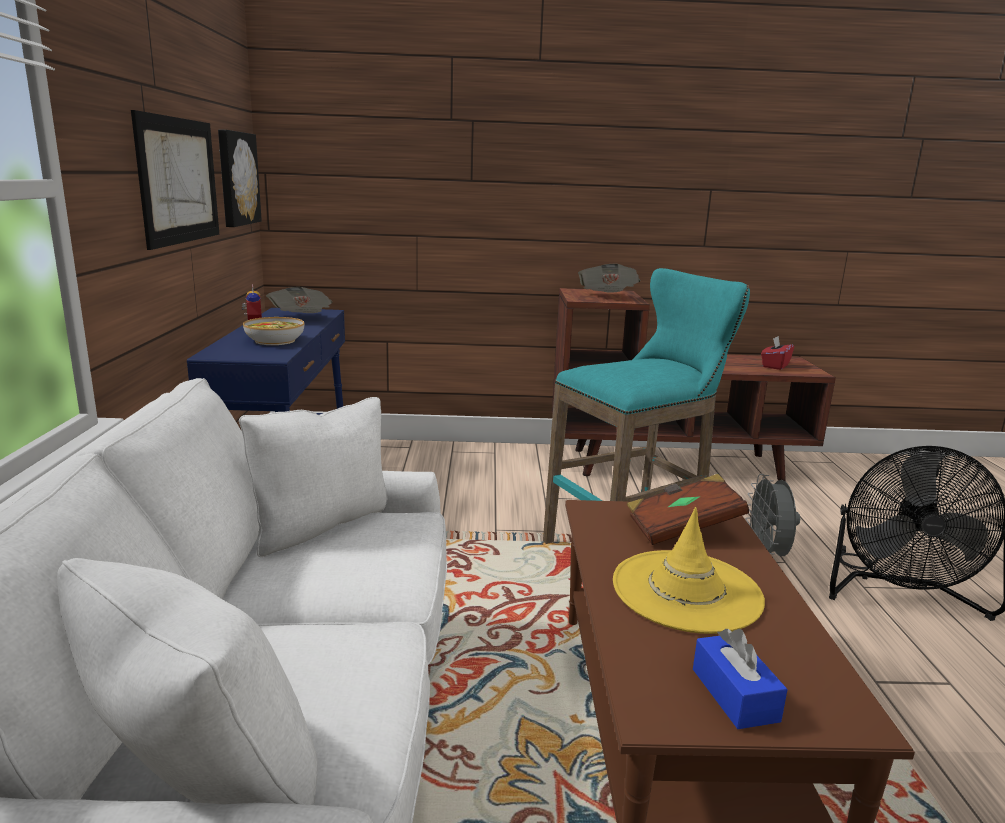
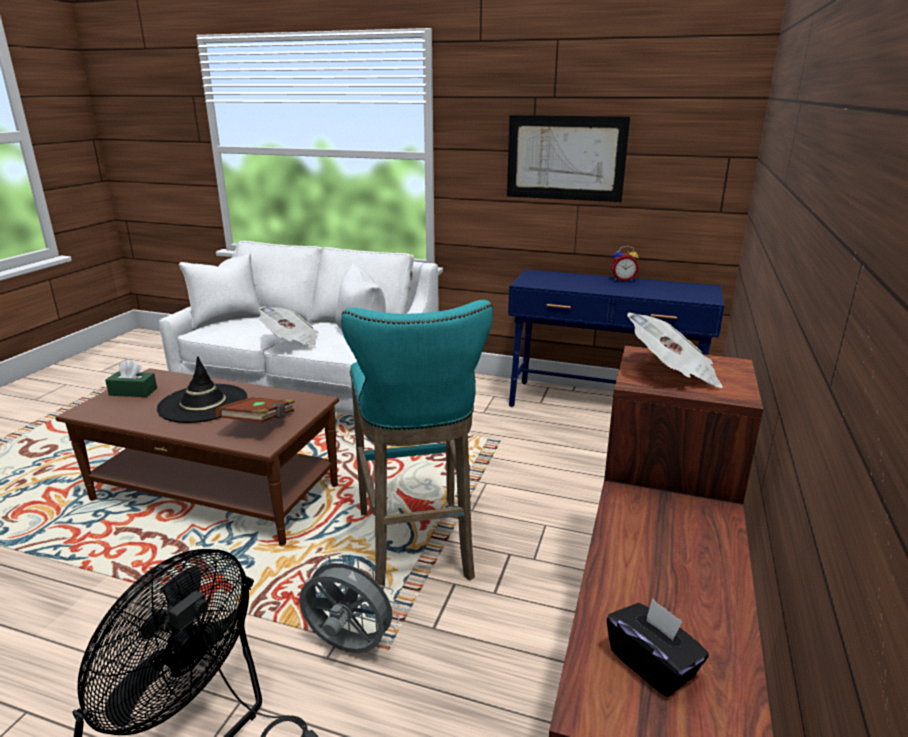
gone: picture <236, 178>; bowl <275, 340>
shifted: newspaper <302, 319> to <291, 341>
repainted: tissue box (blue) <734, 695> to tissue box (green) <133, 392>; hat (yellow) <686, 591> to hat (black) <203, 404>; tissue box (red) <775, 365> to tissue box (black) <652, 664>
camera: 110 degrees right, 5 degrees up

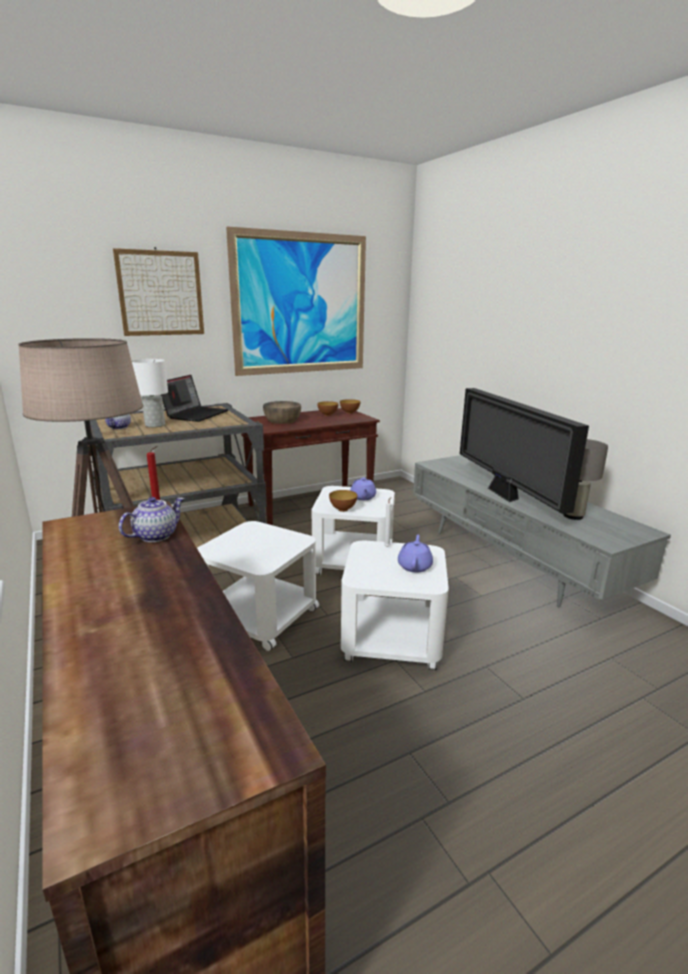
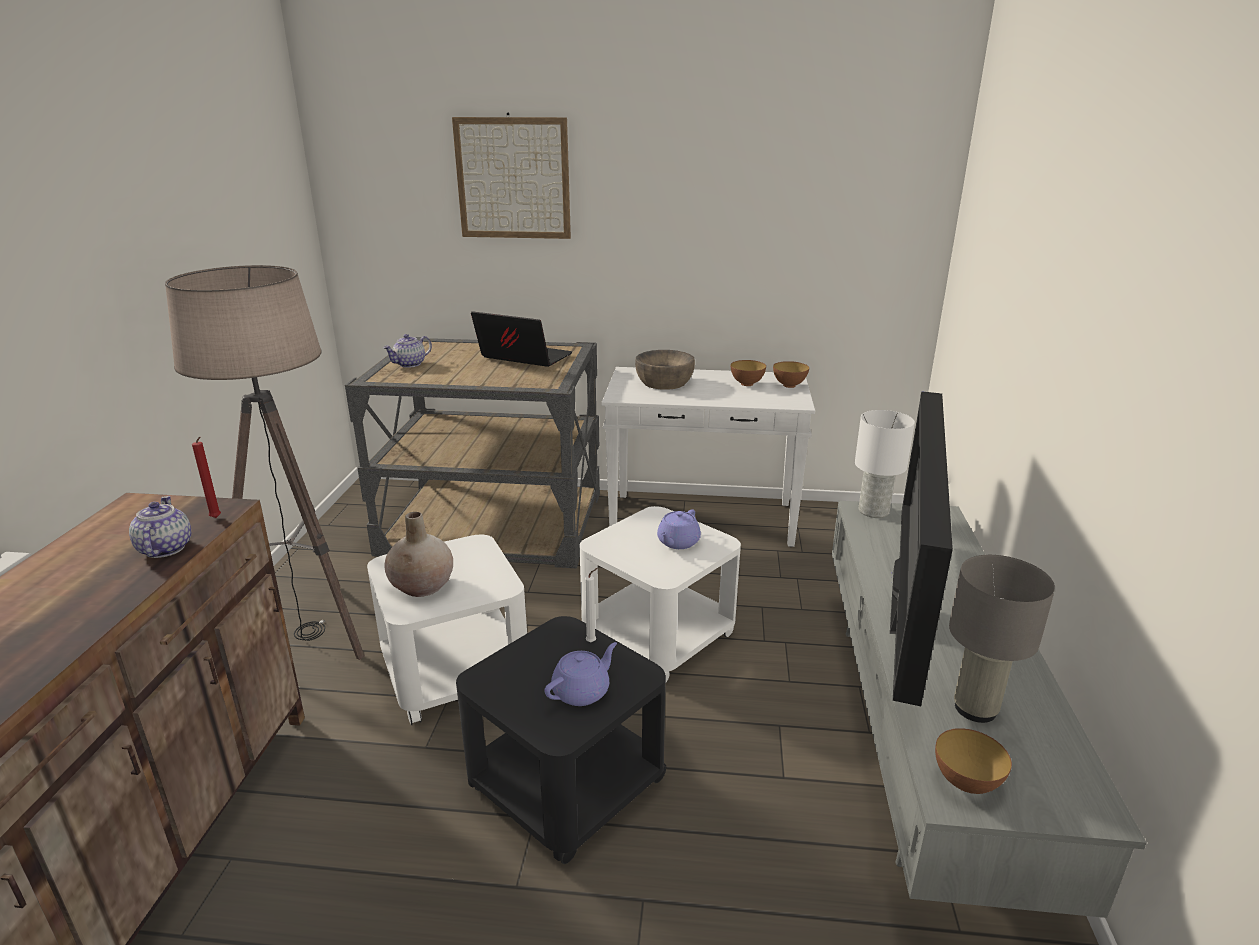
gone: picture <301, 304>
new: vase (beige) <422, 586>
shifted: table lamp (white) <155, 425> to <874, 511>; bowl <343, 509> to <966, 783>
repainted: side table (white) <392, 639> to side table (black) <566, 784>; console table (brown) <311, 505> to console table (white) <704, 520>
rotated: teapot <155, 535> = <164, 548> 90 degrees counterclockwise; laptop <195, 414> = <522, 358> 120 degrees counterclockwise
camera: 35 degrees right, 5 degrees up

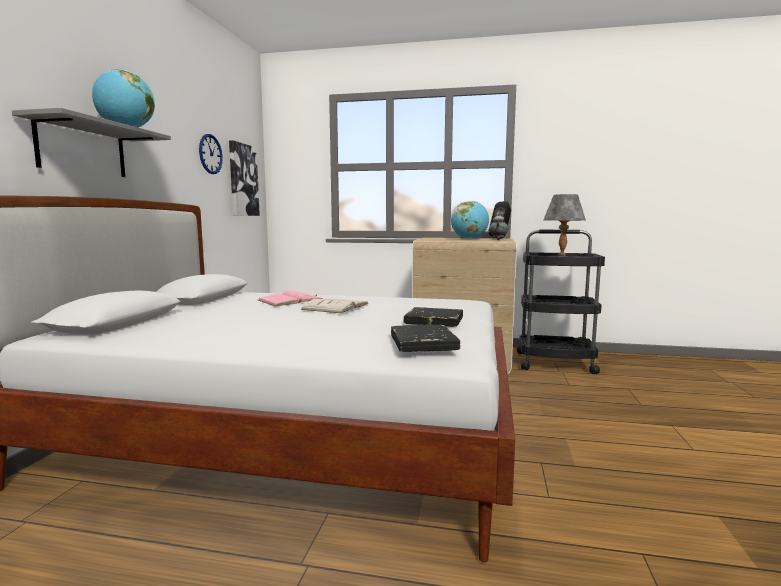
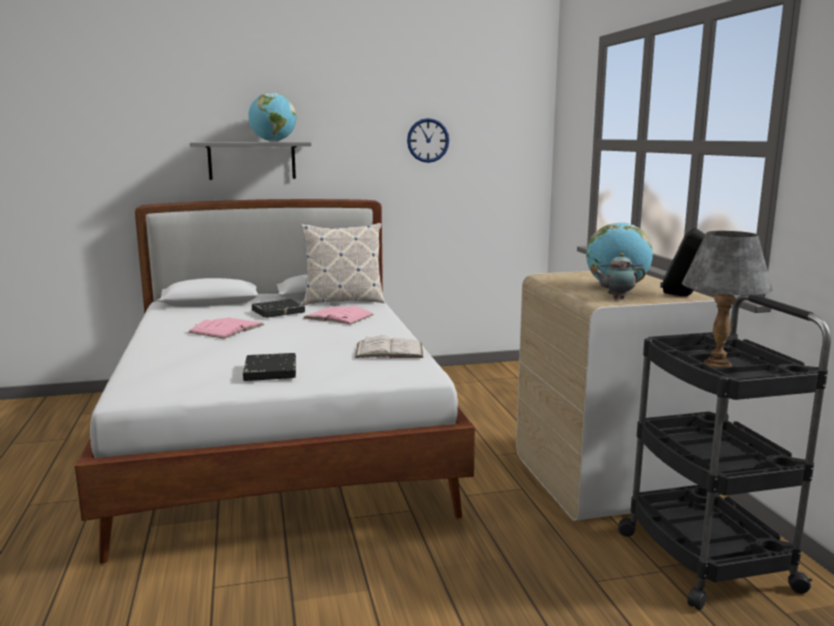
gone: picture <243, 180>
new: book (pink) <226, 328>; pillow <343, 301>
shifted: book (black) <423, 344> to <278, 312>; book (white) <335, 306> to <389, 350>
camera: 65 degrees right, 5 degrees up

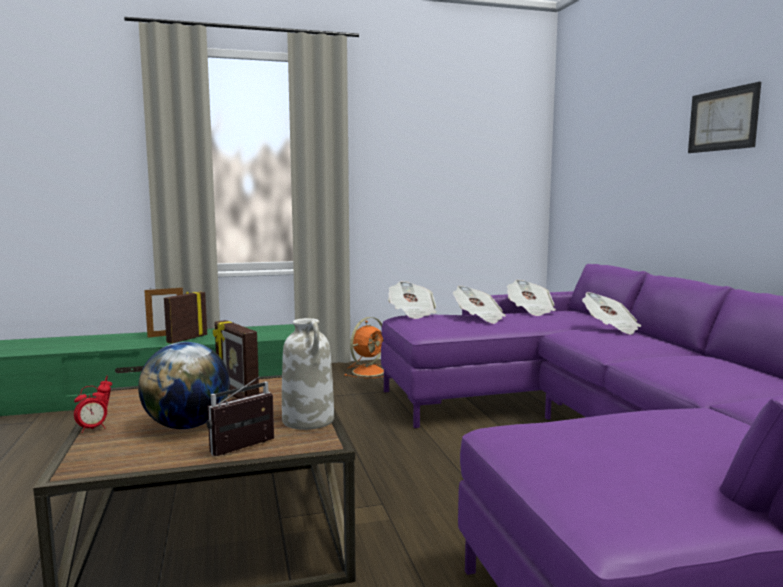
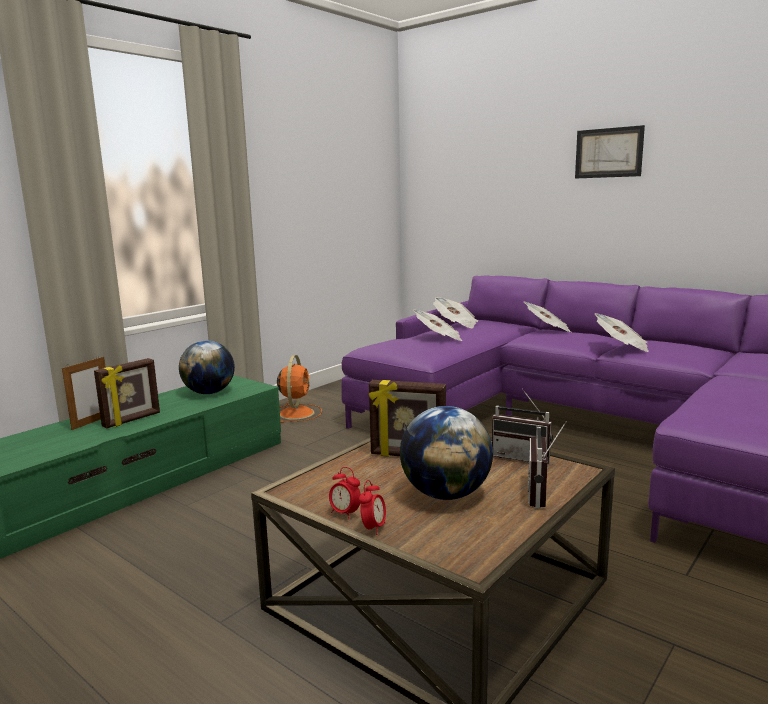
new: globe <209, 392>
shifted: newspaper <412, 313> to <622, 347>
swapped: vase (white) <309, 420> to radio <523, 457>
rotated: picture frame <186, 339> = <132, 420> 135 degrees counterclockwise
camera: 35 degrees left, 5 degrees up

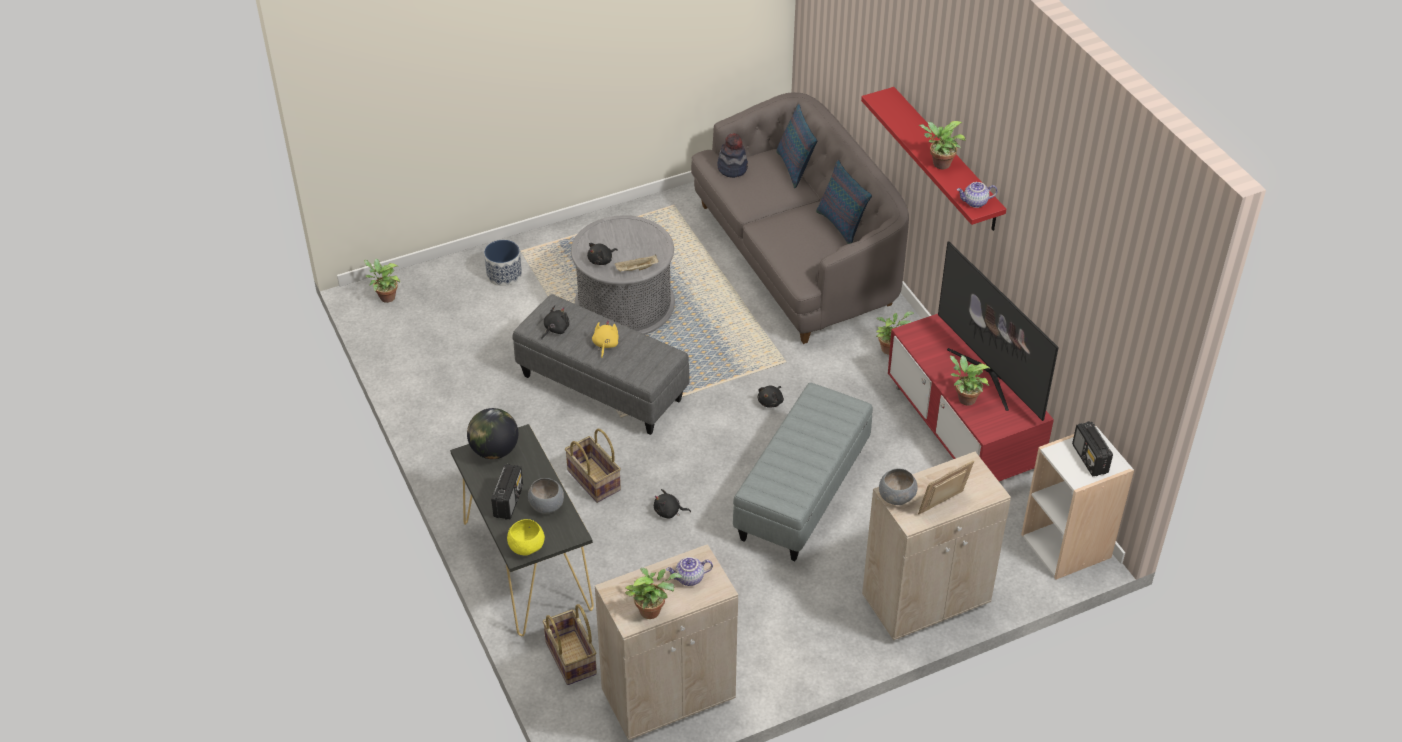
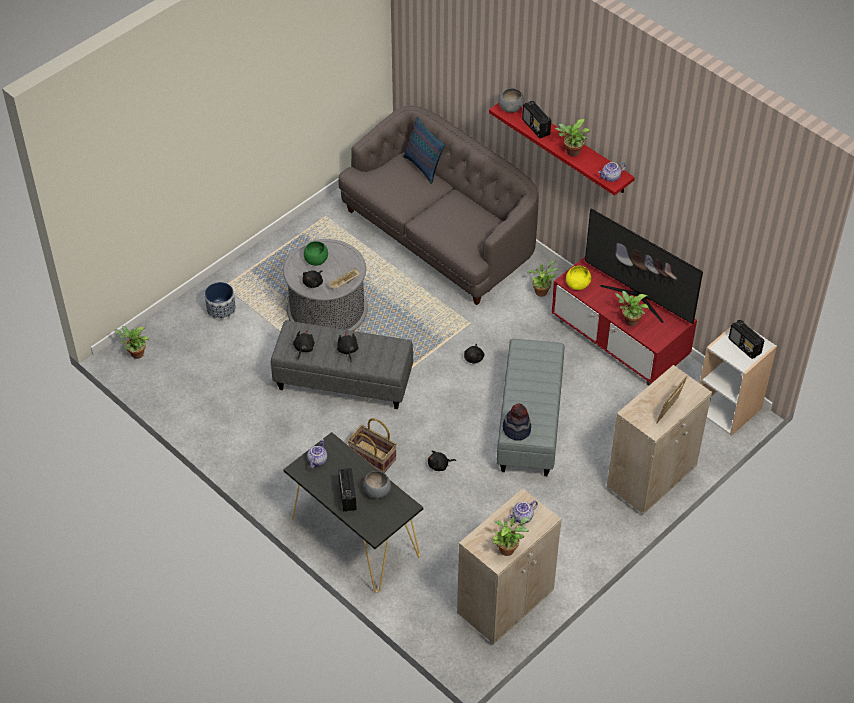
gone: basket <572, 658>; pillow (blue) <841, 226>
new: bowl (green) <316, 260>; radio <536, 127>
shifted: bowl (grey) <896, 496> to <510, 108>; hat <732, 168> to <516, 429>; bowl (yellow) <526, 546> to <577, 284>
swapped: globe <494, 450> to teapot <317, 460>
repainted: plush toy (yellow) <605, 345> to plush toy (black) <347, 351>
camera: 20 degrees left, 5 degrees up

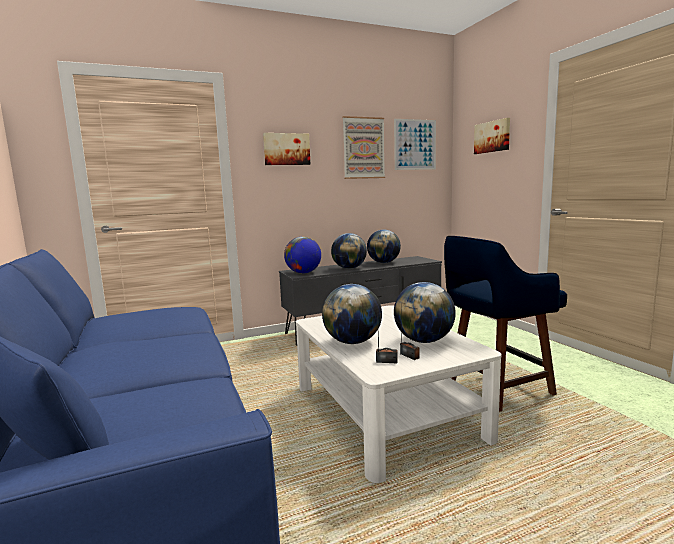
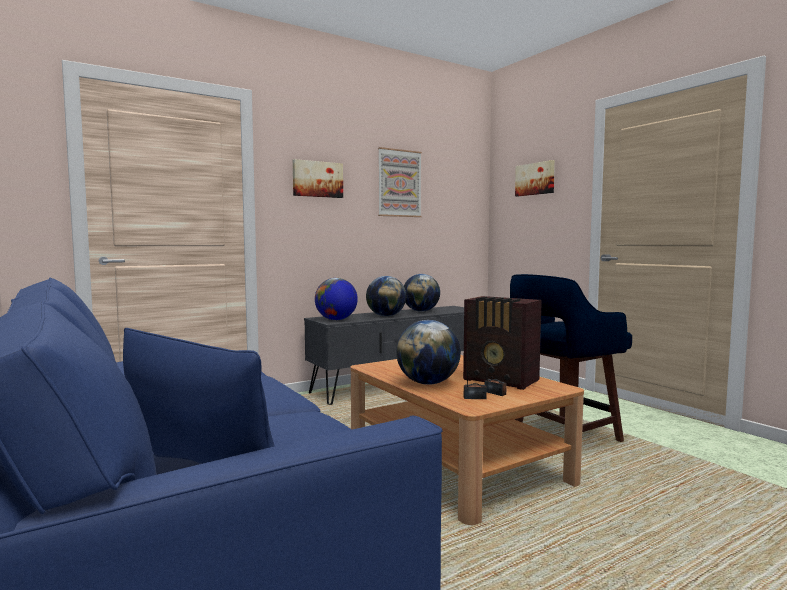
gone: picture <415, 144>
swapped: globe <424, 340> to radio <501, 381>
repainted: coffee table (white) <385, 411> to coffee table (brown) <455, 463>
camera: 10 degrees left, 5 degrees down

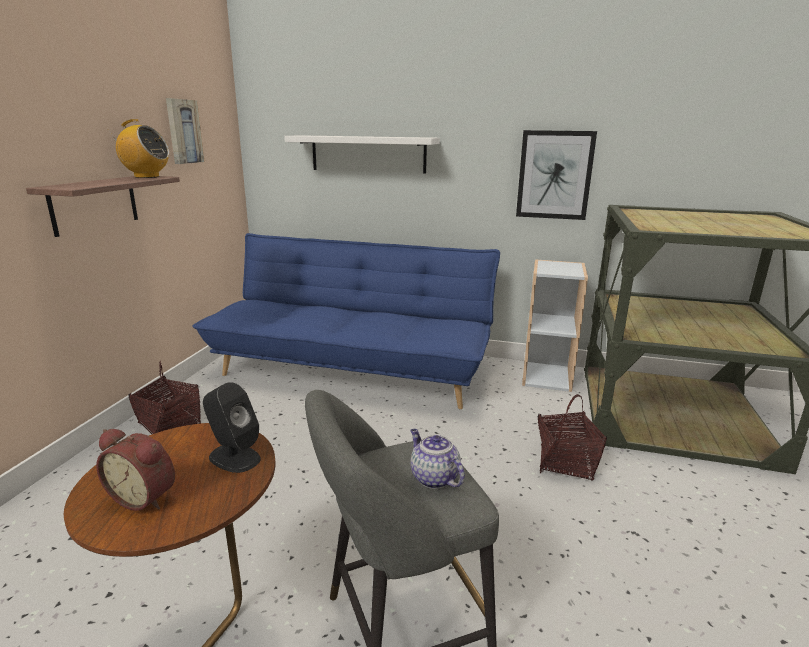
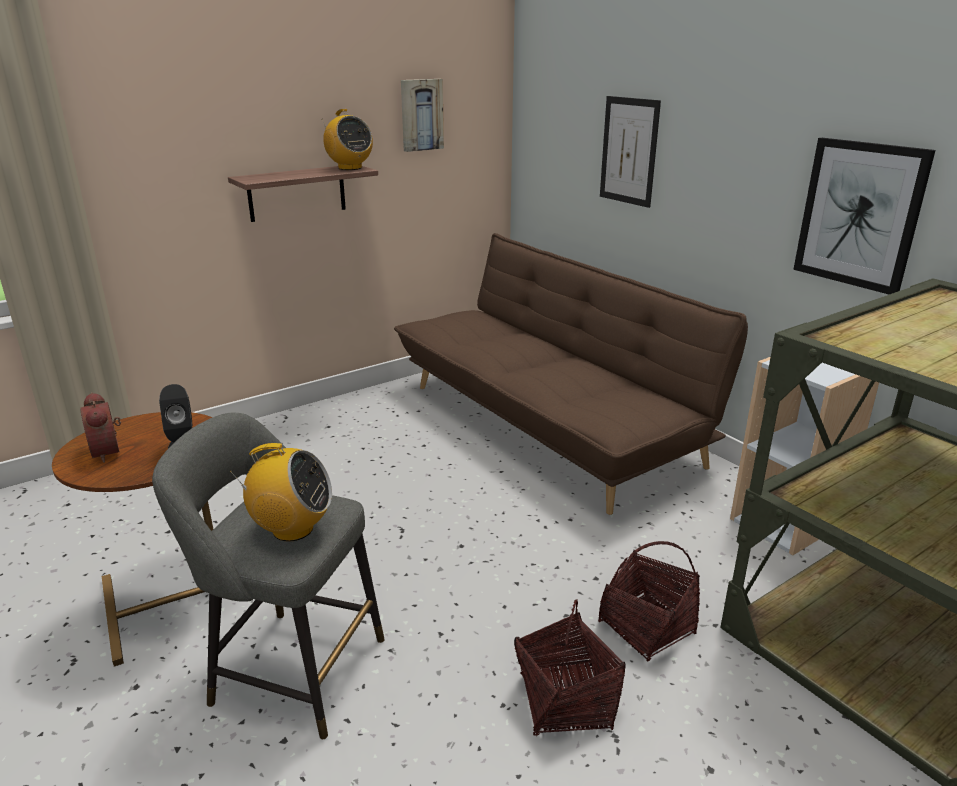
shifted: basket <169, 424> to <565, 702>
swapped: teapot <433, 477> to radio <292, 529>; shelf (white) <368, 154> to picture <629, 151>
repainted: sofa (blue) <353, 369> to sofa (brown) <549, 424>
camera: 40 degrees right, 5 degrees up

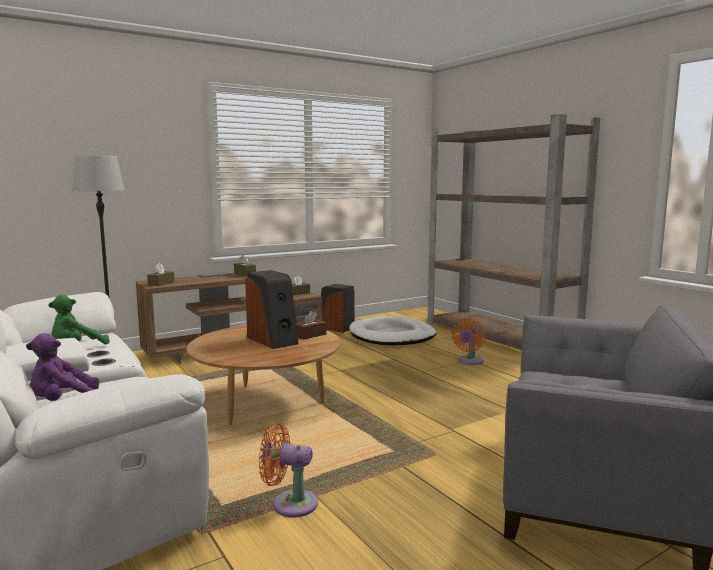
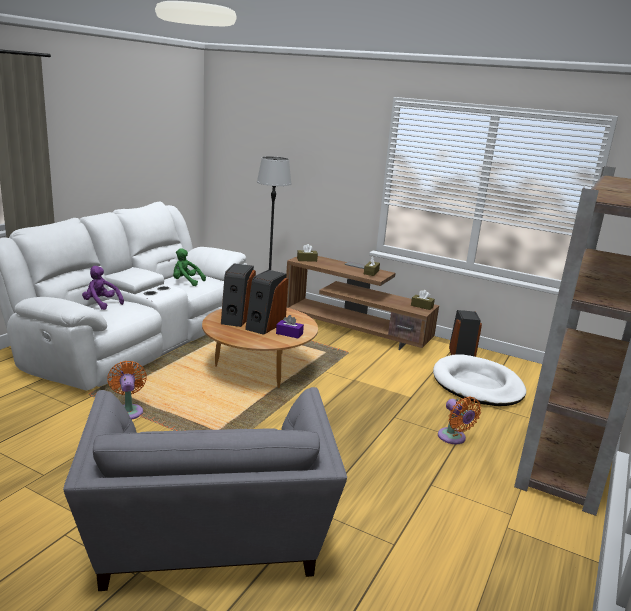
new: speaker <237, 318>
repainted: tissue box (brown) <310, 335> to tissue box (purple) <289, 334>
rotated: fan (orange) <469, 361> = <453, 438> 120 degrees counterclockwise
camera: 60 degrees right, 10 degrees up

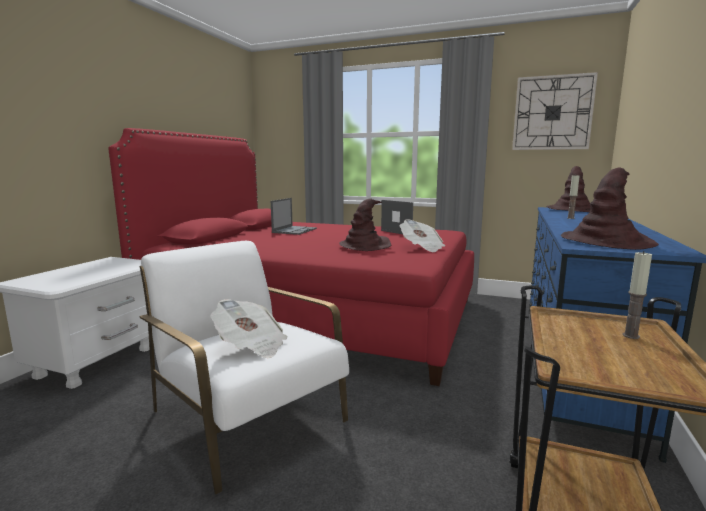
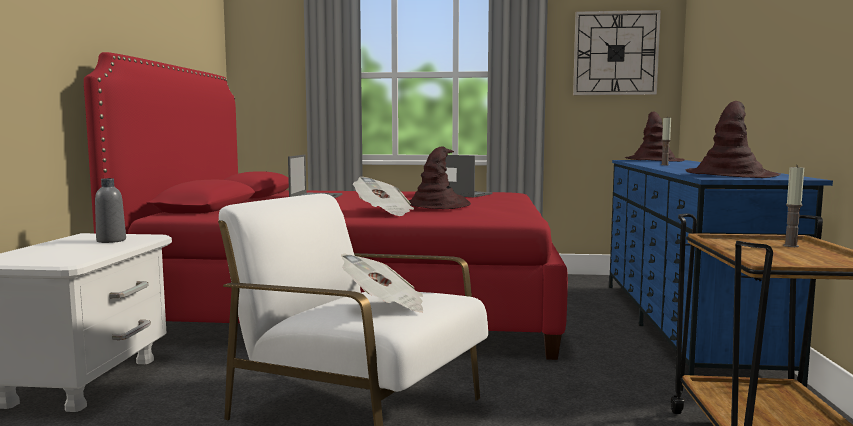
new: bottle (grey) <111, 240>
shifted: newspaper <422, 248> to <384, 212>
camera: 15 degrees left, 5 degrees down

